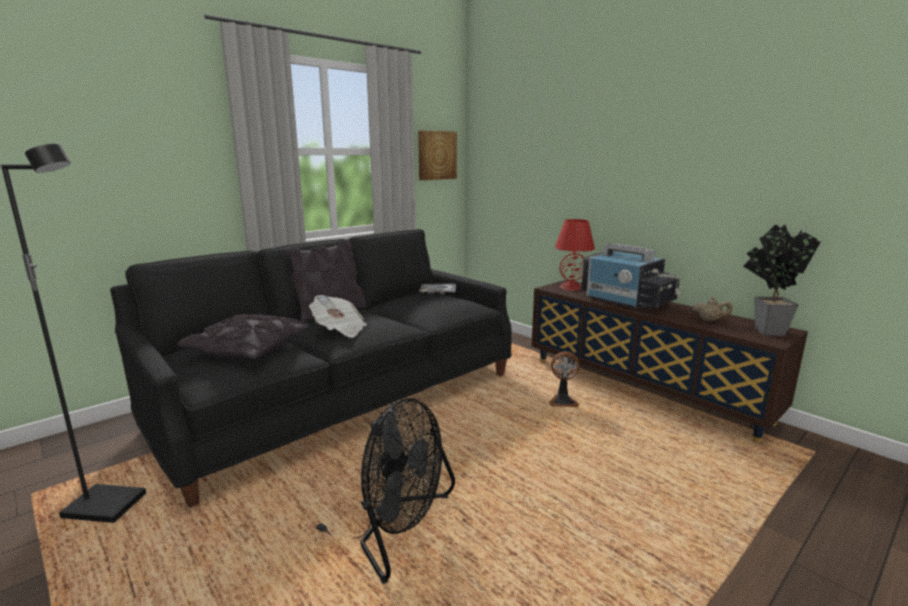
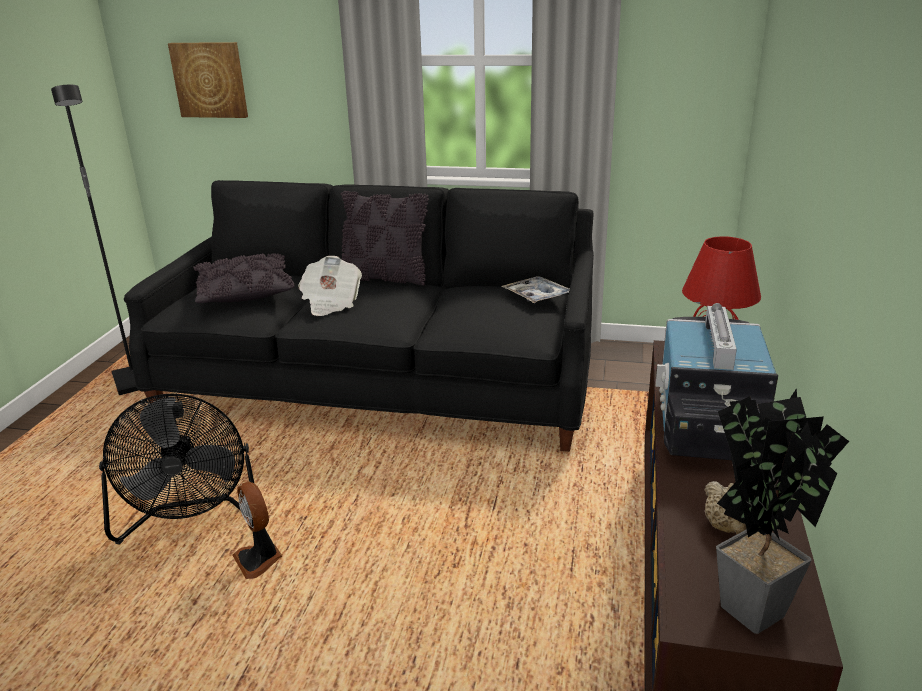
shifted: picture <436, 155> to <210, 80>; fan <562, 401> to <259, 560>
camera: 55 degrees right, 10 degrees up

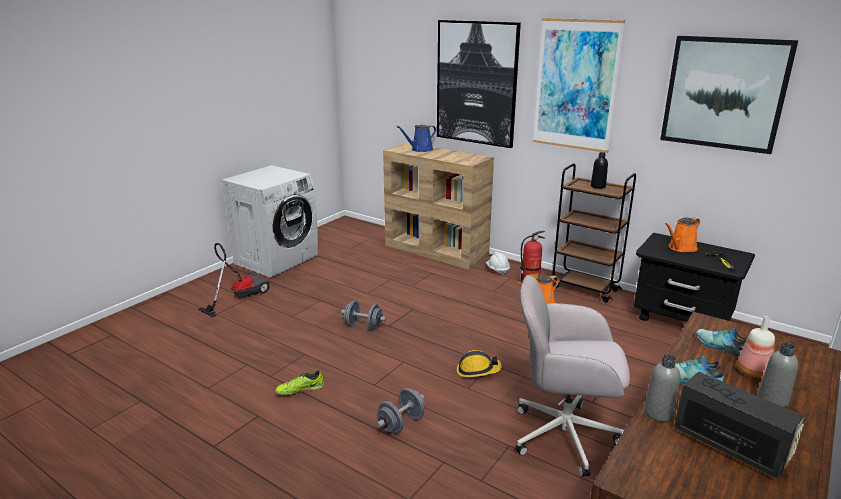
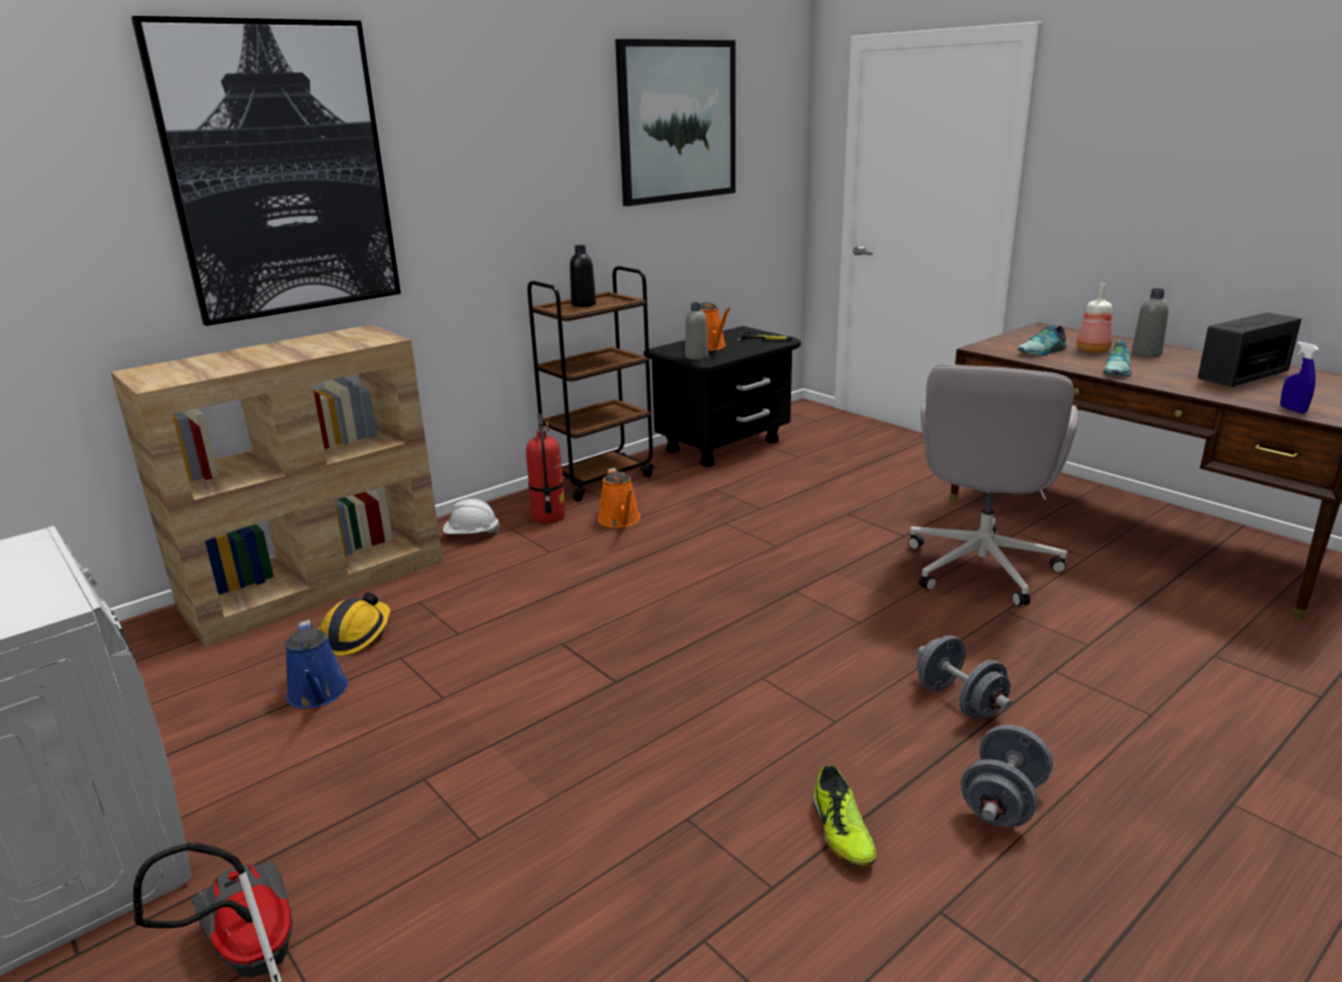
gone: picture <575, 85>
new: spray bottle (blue) <1292, 410>
shifted: watering can (blue) <420, 150> to <318, 694>; hard hat <477, 370> to <355, 634>; bottle (grey) <658, 413> to <696, 357>; dumbbell (grey) <363, 326> to <1002, 802>
camera: 75 degrees left, 0 degrees up

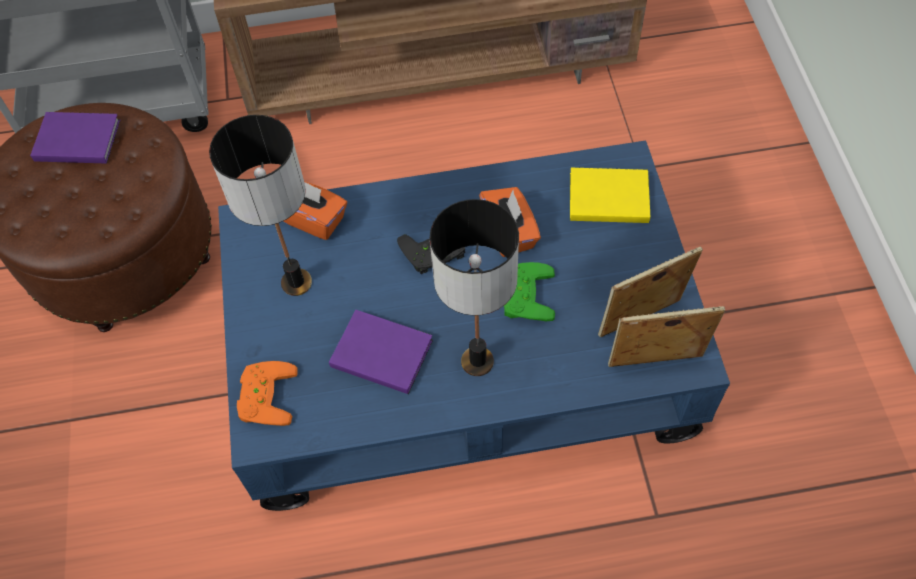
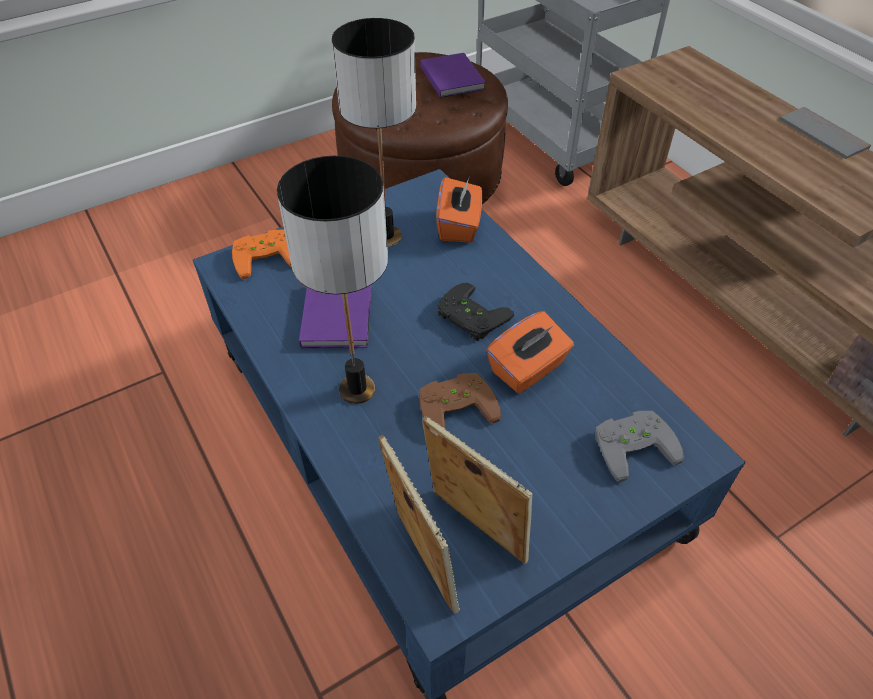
swapped: book (yellow) <606, 196> to game controller (grey) <632, 444>
repainted: game controller (green) <523, 295> to game controller (brown) <455, 404>
camera: 65 degrees right, 10 degrees down

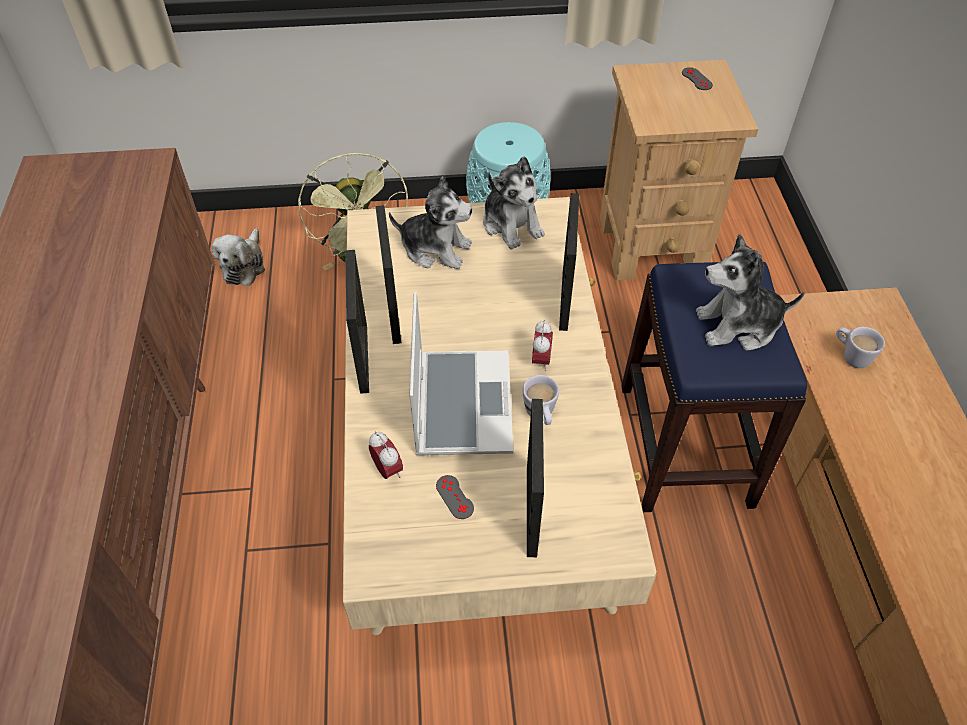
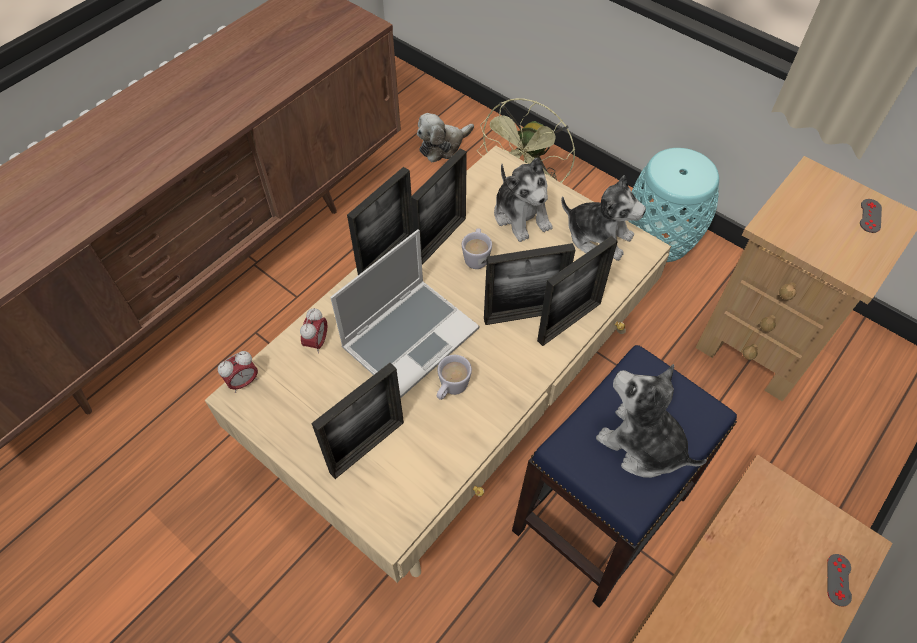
new: picture frame <523, 315>
shifted: alarm clock <541, 360> to <243, 382>; mug (white) <850, 356> to <476, 257>; game controller (grey) <454, 497> to <839, 580>
rotated: plush toy <511, 224> = <598, 236> 75 degrees counterclockwise
camera: 45 degrees right, 5 degrees up

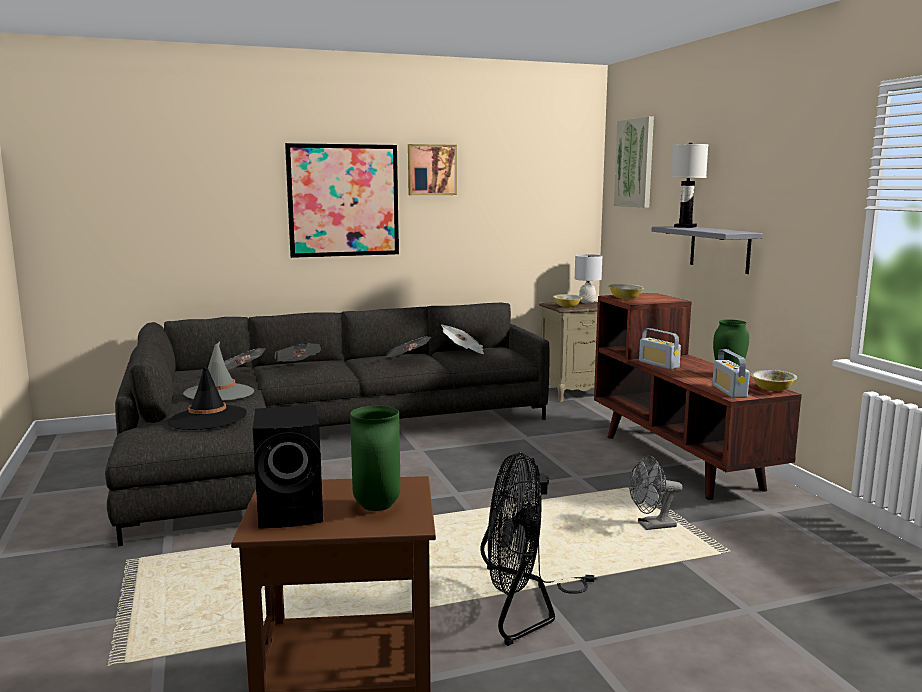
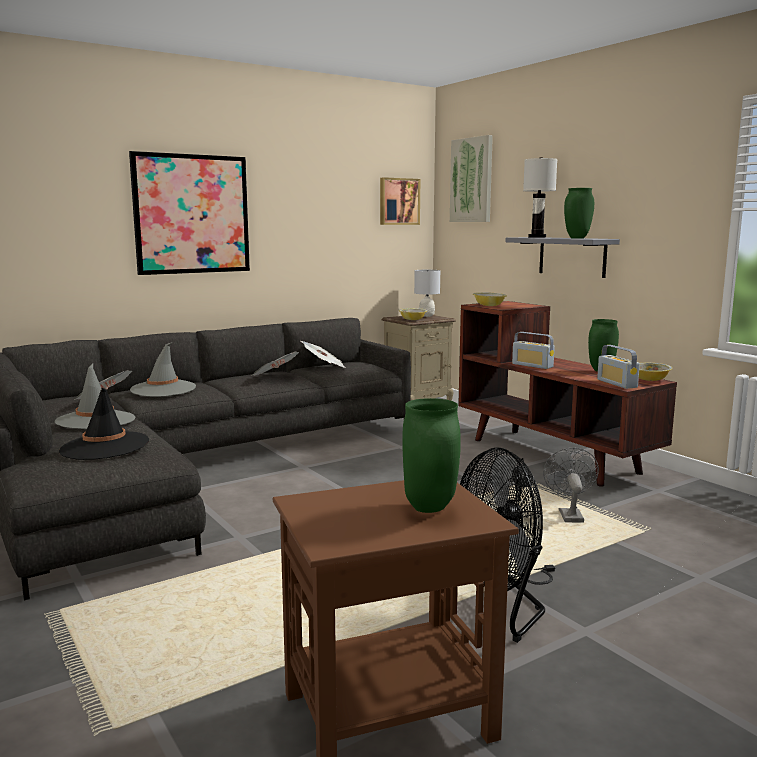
gone: speaker (black) <294, 512>
new: vase (green) <577, 238>
shifted: picture <431, 170> to <398, 201>
swapped: newspaper <298, 366> to hat (grey) <163, 389>
rotated: fan (grey) <651, 526> = <569, 514> 120 degrees clockwise
camera: 15 degrees left, 0 degrees up

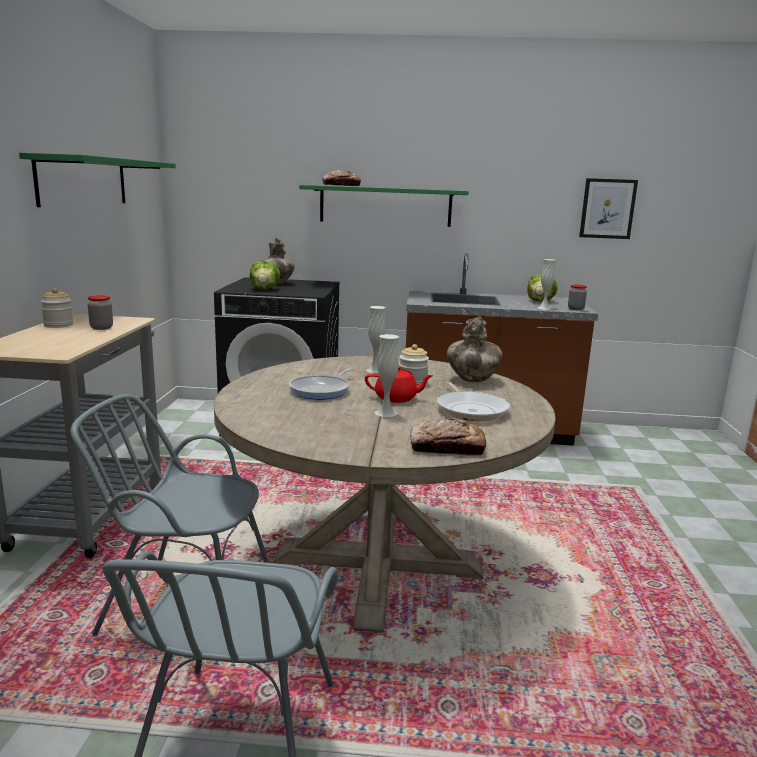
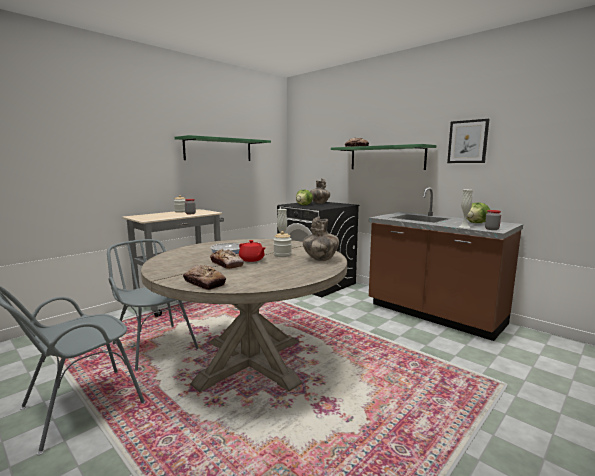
gone: frying pan <471, 409>
shifted: picture <607, 208> to <467, 141>
swapped: vase (white) <386, 413> to bread <226, 264>
camera: 40 degrees right, 5 degrees down

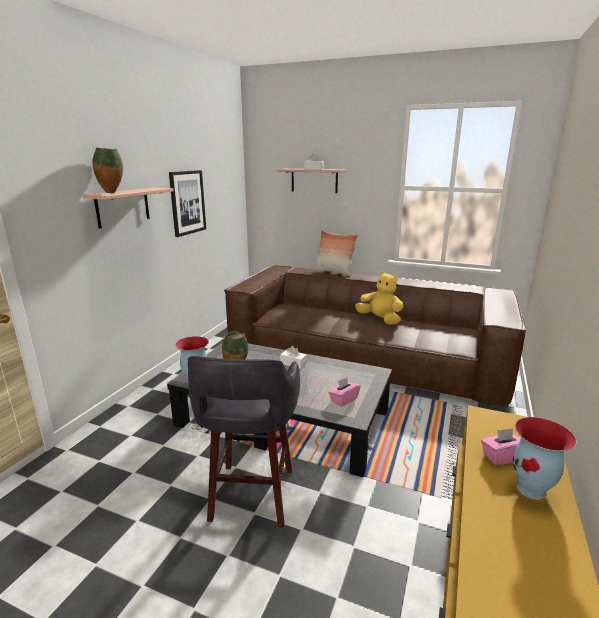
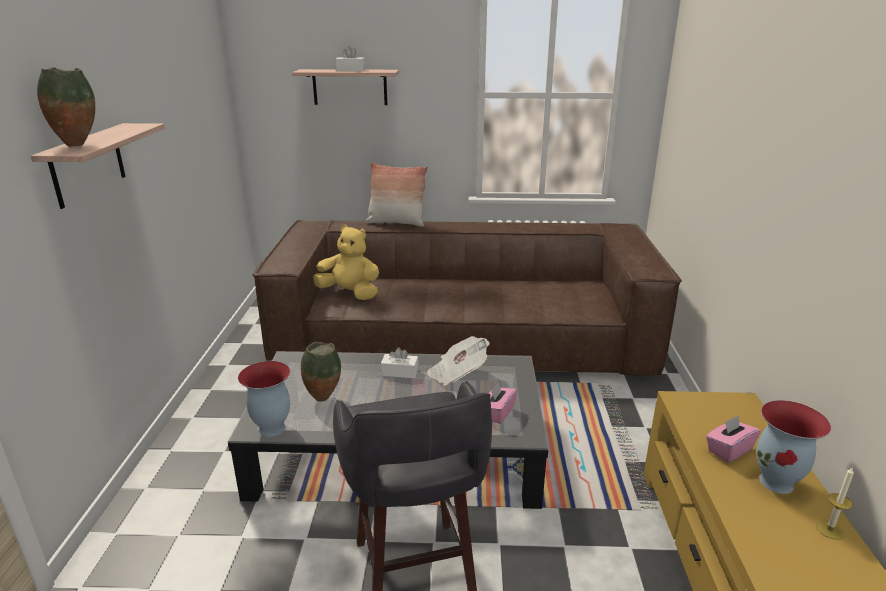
gone: picture <187, 202>
new: newspaper <457, 374>; candle <829, 529>
shifted: plush toy (yellow) <380, 319> to <349, 293>
camera: 20 degrees left, 5 degrees up

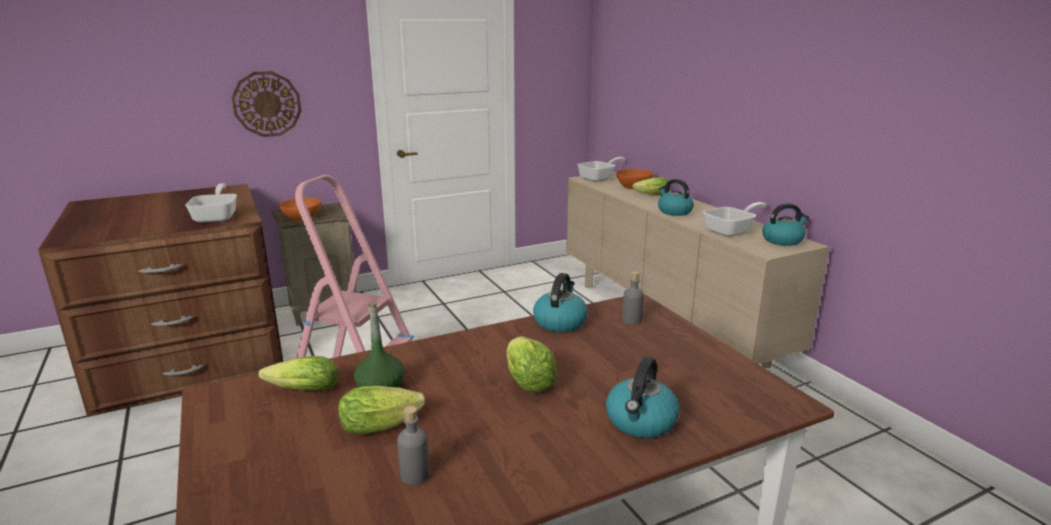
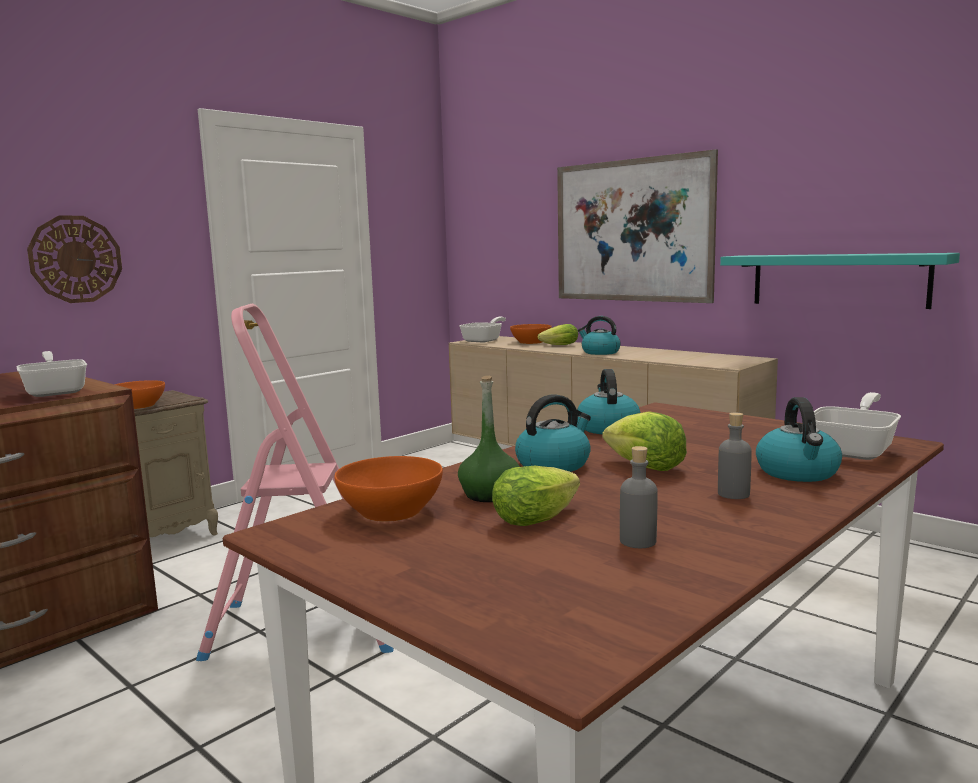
new: picture <631, 231>; shelf (turquoise) <838, 280>
shifted: kettle <782, 240> to <554, 464>; bottle (grey) <631, 320> to <733, 494>; frying pan <732, 231> to <855, 449>
swapped: lettuce <300, 390> to bowl (orange) <391, 511>
camera: 20 degrees left, 10 degrees down

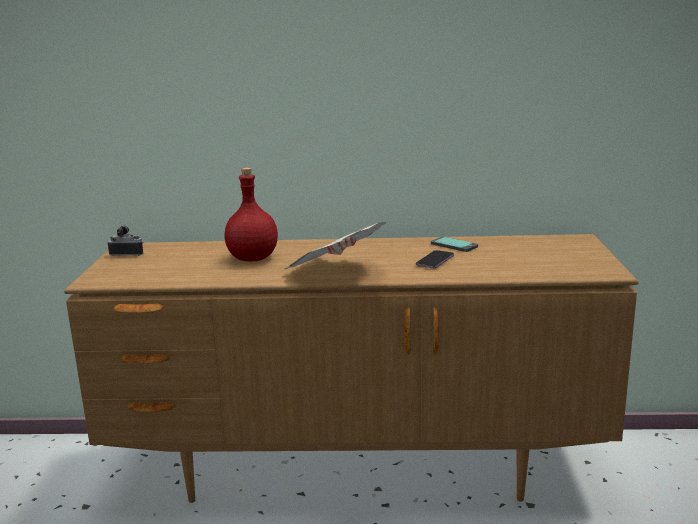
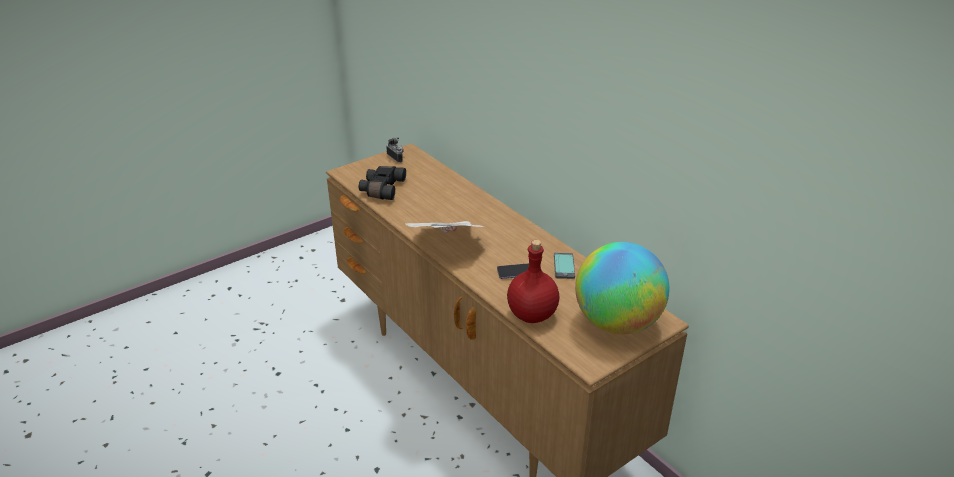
new: binoculars (black) <381, 189>; globe <617, 323>
shifted: bottle (red) <253, 258> to <533, 315>
camera: 50 degrees right, 15 degrees up

